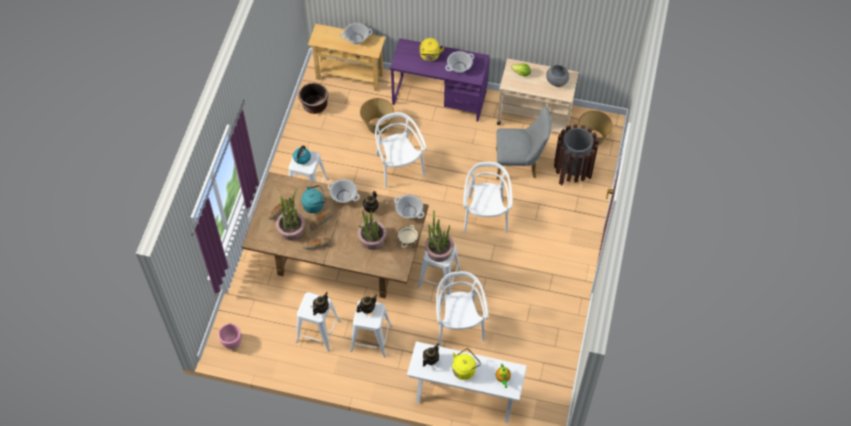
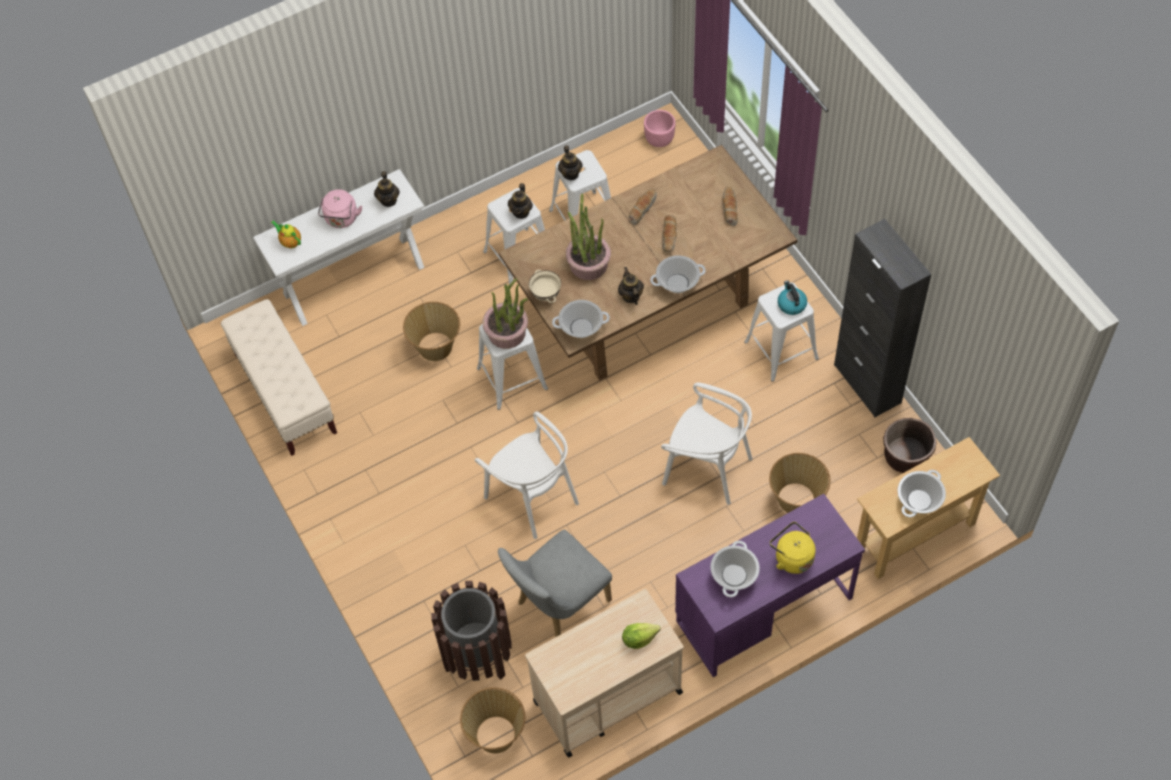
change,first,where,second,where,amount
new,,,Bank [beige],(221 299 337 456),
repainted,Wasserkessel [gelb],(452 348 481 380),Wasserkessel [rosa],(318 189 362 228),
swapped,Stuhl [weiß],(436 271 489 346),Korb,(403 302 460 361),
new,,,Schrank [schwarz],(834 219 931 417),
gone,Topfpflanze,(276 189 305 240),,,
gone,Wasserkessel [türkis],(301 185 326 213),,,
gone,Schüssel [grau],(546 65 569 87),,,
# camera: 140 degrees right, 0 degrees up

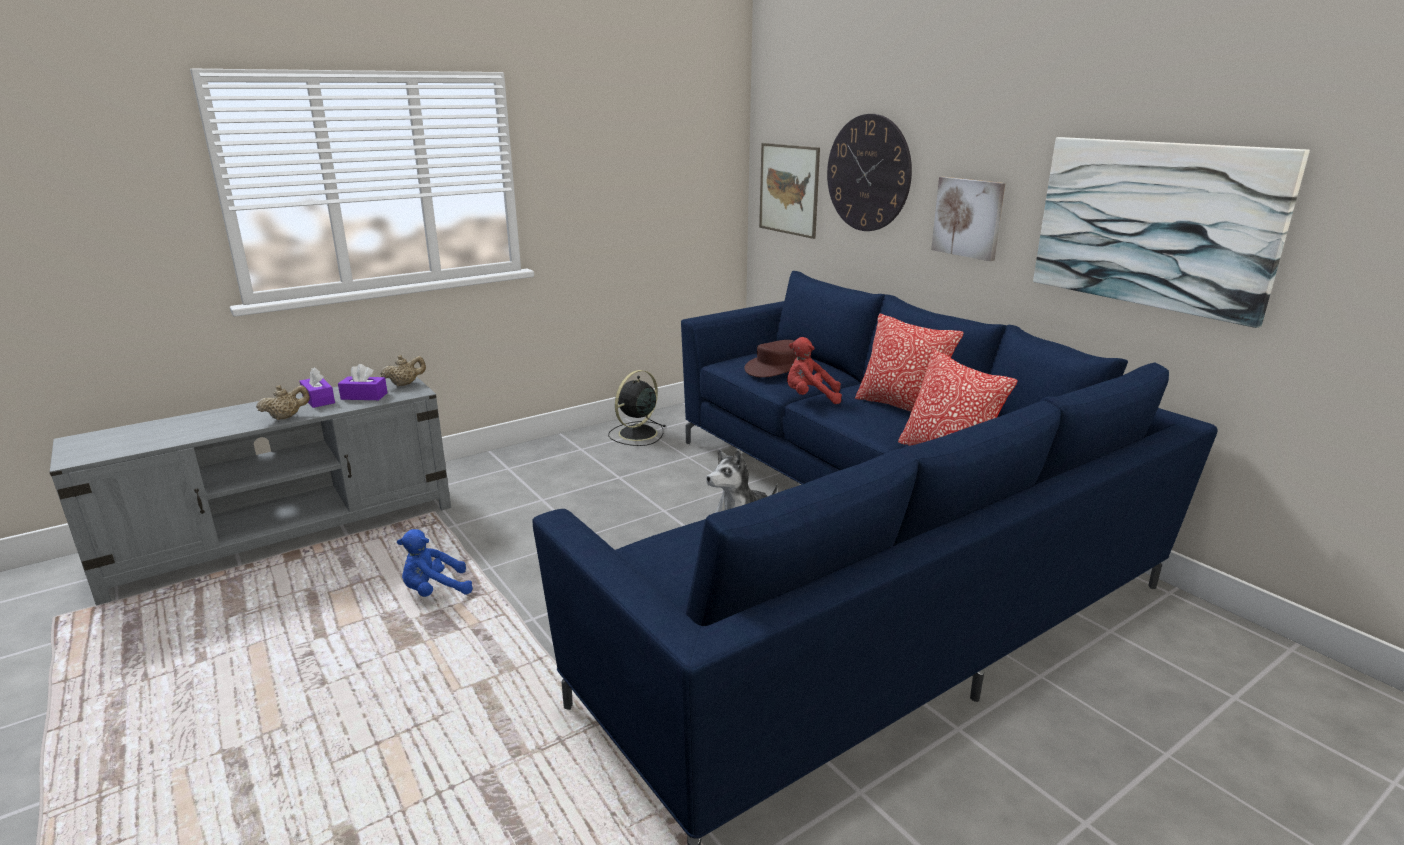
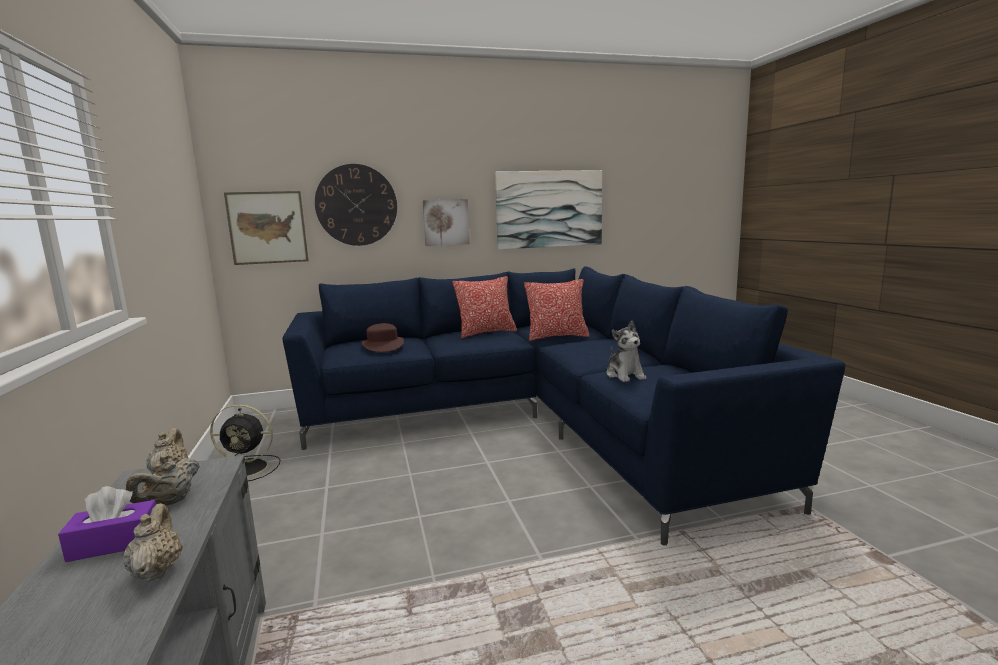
change,first,where,second,where,amount
swapped,Taschentuchbox [lila],(338 364 388 400),Teekanne [beige],(126 455 200 506),
rotated,Ventilator [schwarz],(608 370 666 446),,(210 404 280 481),60 degrees counterclockwise
gone,Plüschtier [blau],(397 529 473 597),,,
gone,Plüschtier [rot],(787 337 842 404),,,
# camera: 70 degrees left, 10 degrees down

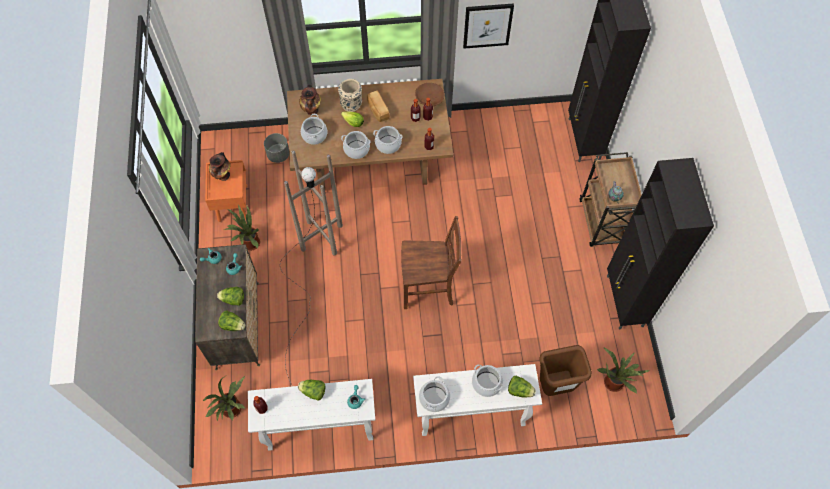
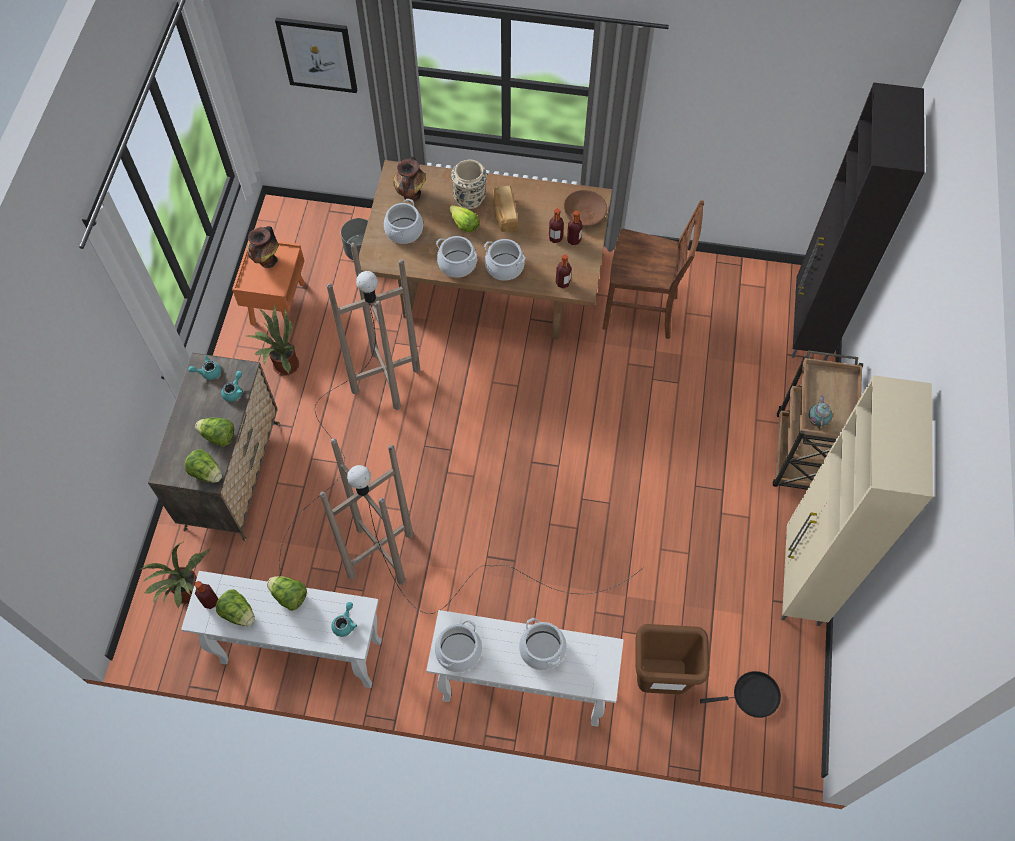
change,first,where,second,where,amount
shifted,Salatkopf,(508 376 536 398),,(216 589 255 626),
shifted,Bild,(463 3 514 49),,(275 17 357 93),
new,,,Stehlampe [braun],(320 439 643 614),
shifted,Stuhl [braun],(401 216 462 309),,(602 201 704 339),
swapped,Topfpflanze,(597 347 651 394),Pfanne [schwarz],(700 671 781 718),
repainted,Schrank [schwarz],(607 158 714 329),Schrank [beige],(781 375 933 626),
# camera: 15 degrees right, 0 degrees up

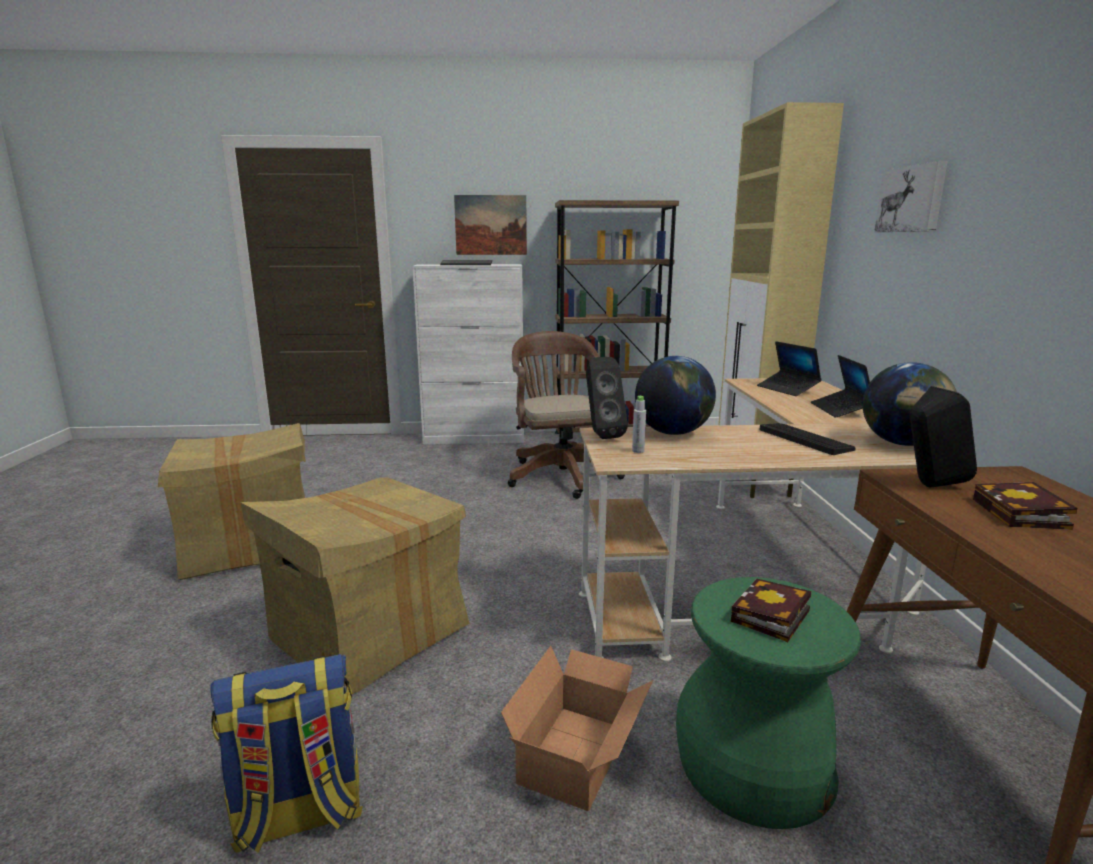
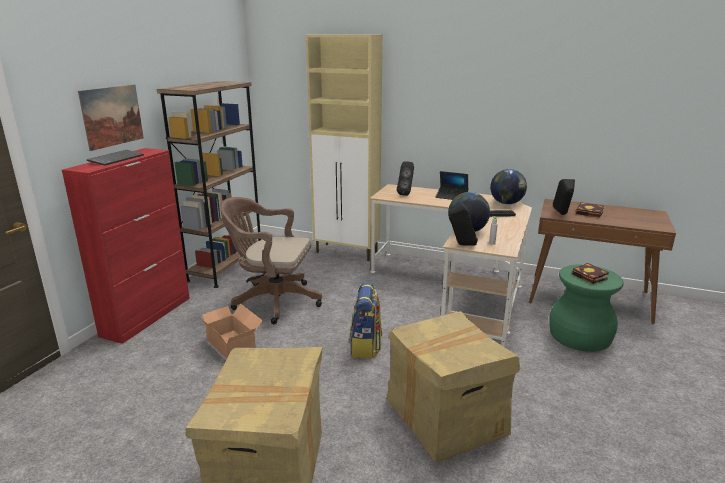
change,first,where,second,where,amount
repainted,Schrank [weiß],(412 264 524 444),Schrank [rot],(62 148 190 344),
shifted,Karton,(501 646 653 811),,(199 304 263 359),
shifted,Rucksack,(210 654 363 853),,(349 282 382 358),
swapped,Laptop,(757 341 822 396),Lautsprecher [schwarz],(397 161 414 196),
gone,Bild,(874 161 948 232),,,
# camera: 65 degrees left, 5 degrees up

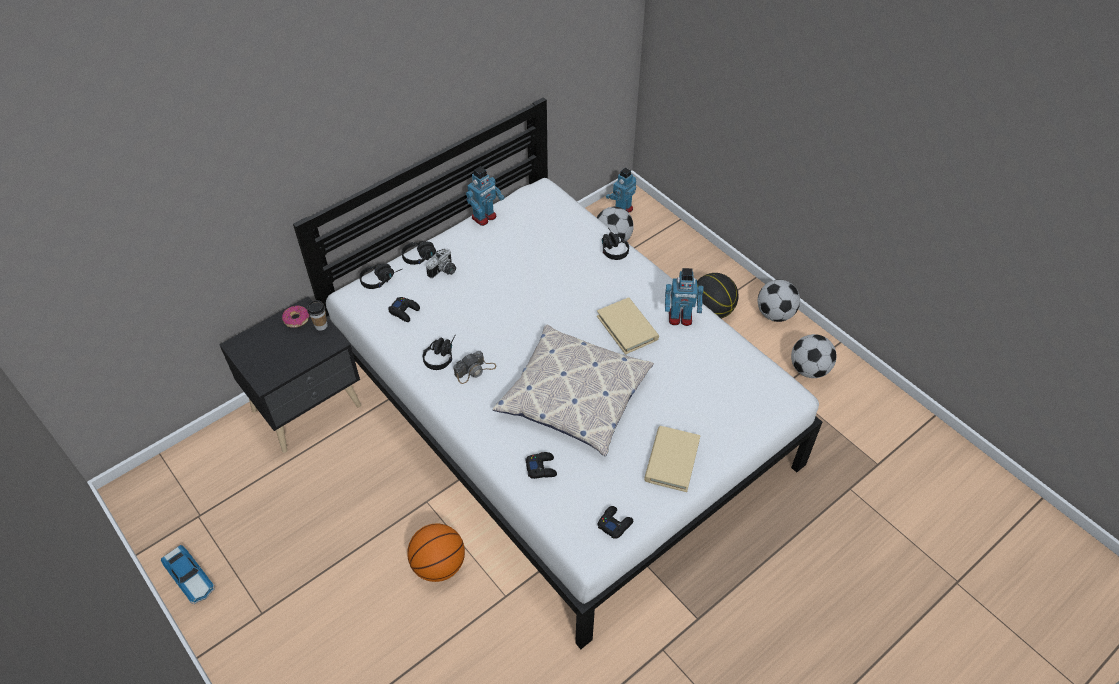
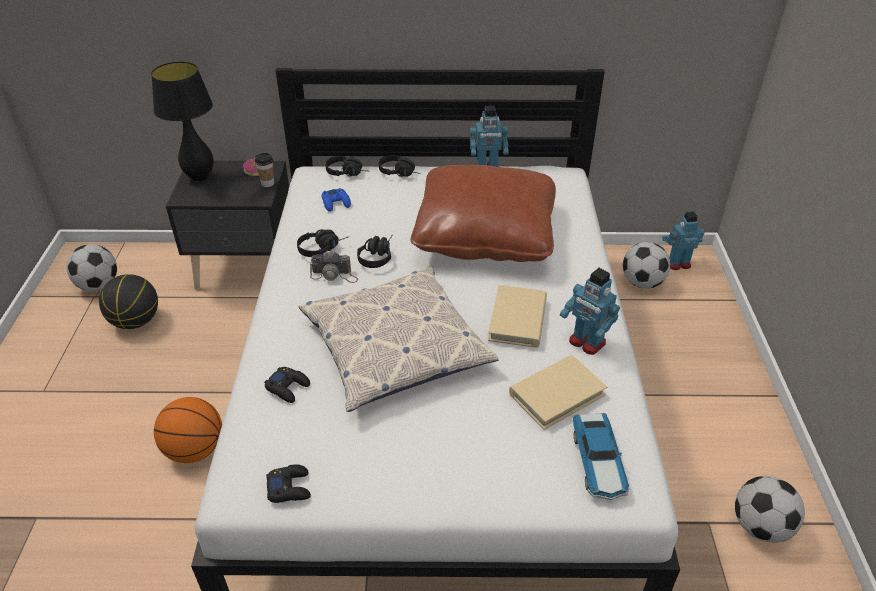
change,first,where,second,where,amount
shifted,Fußball,(758 280 800 322),,(66 244 117 291),
shifted,Basketball,(697 273 739 319),,(99 274 158 329),
new,,,Tischlampe [schwarz],(151 62 214 181),
repainted,Gamepad [schwarz],(388 297 420 322),Gamepad [blau],(322 188 351 212),
shifted,Kopfhörer [schwarz],(602 228 629 260),,(357 235 392 268),
new,,,Kissen [braun],(411 165 556 262),
shifted,Buch [beige],(644 426 701 492),,(509 355 607 430),
shifted,Spielzeugauto,(161 545 215 604),,(572 413 629 500),
gone,Kamera,(426 248 456 278),,,
# camera: 40 degrees right, 10 degrees down

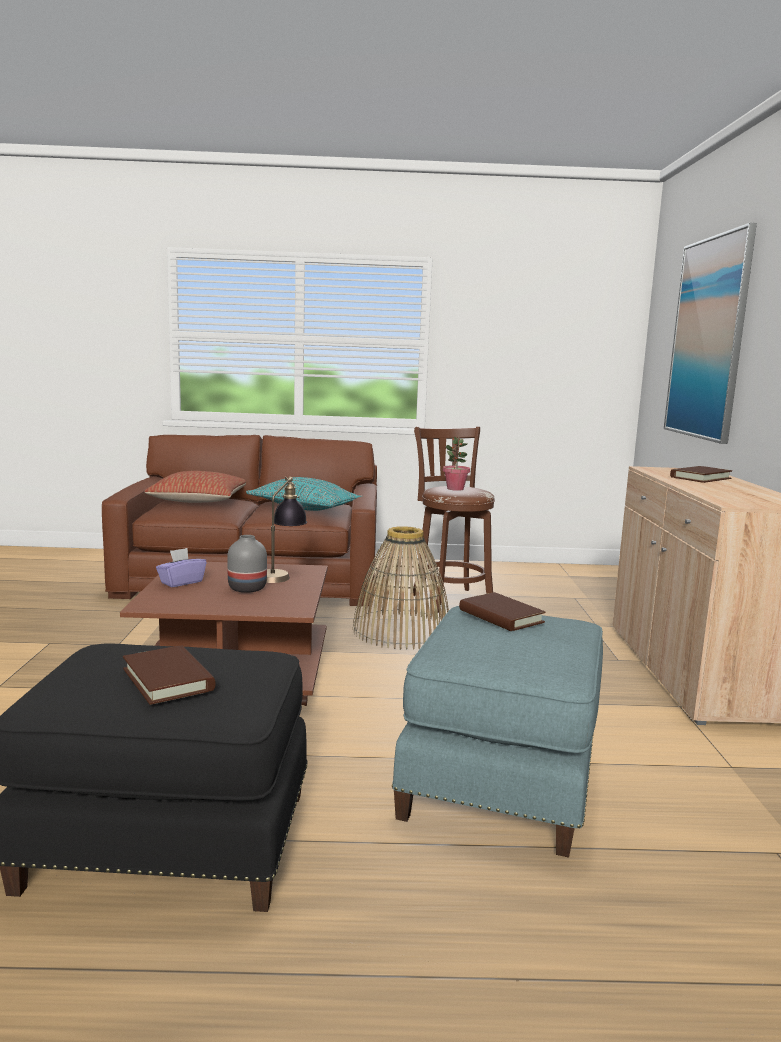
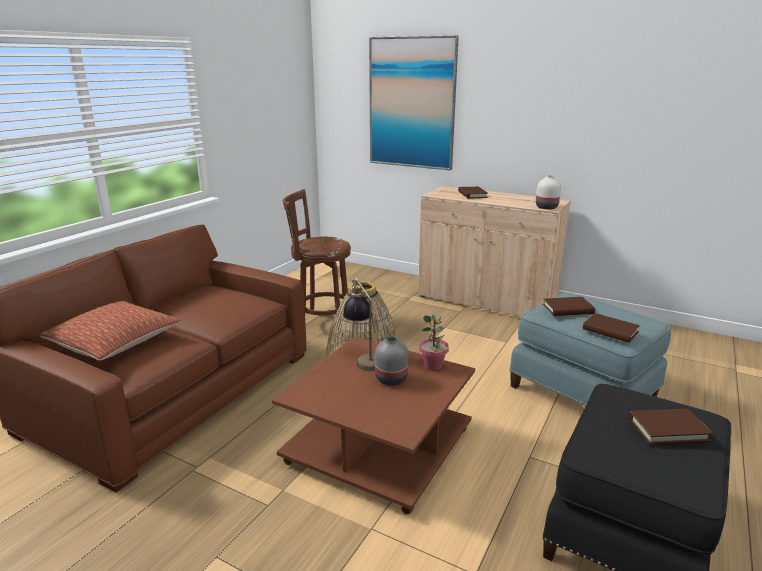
change,first,where,second,where,amount
shifted,Topfpflanze,(443 437 470 491),,(419 315 449 371),
new,,,Vase [weiß],(536 175 561 209),
new,,,Buch [braun],(583 313 640 343),
gone,Taschentuchbox [lila],(156 548 207 587),,,
gone,Kissen [türkis],(246 477 361 511),,,
# camera: 60 degrees left, 10 degrees up

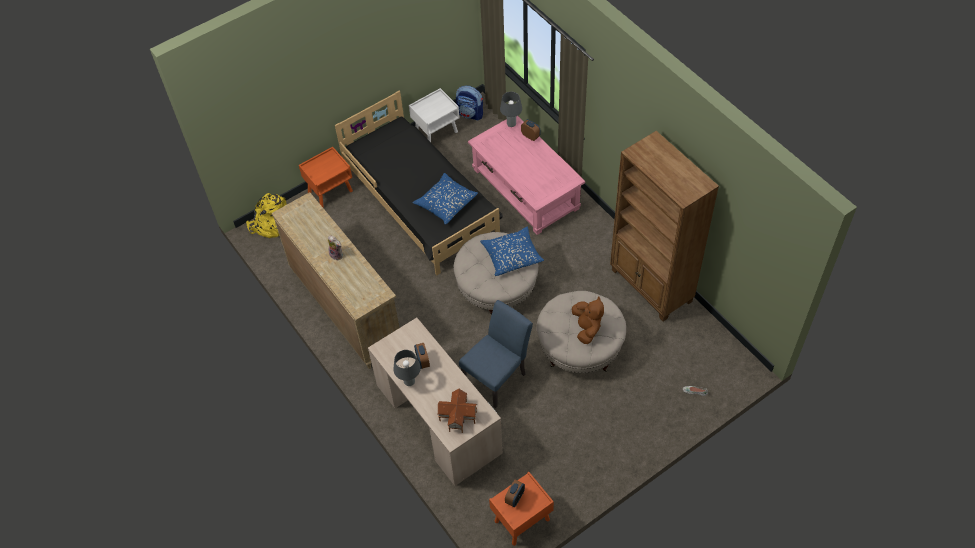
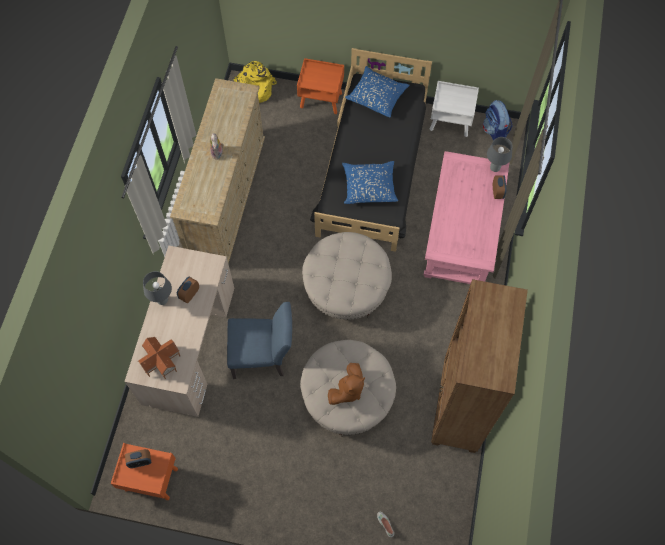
change,first,where,second,where,amount
shifted,Kissen [blau],(480 227 544 276),,(345 66 410 117),
# camera: 45 degrees right, 10 degrees up

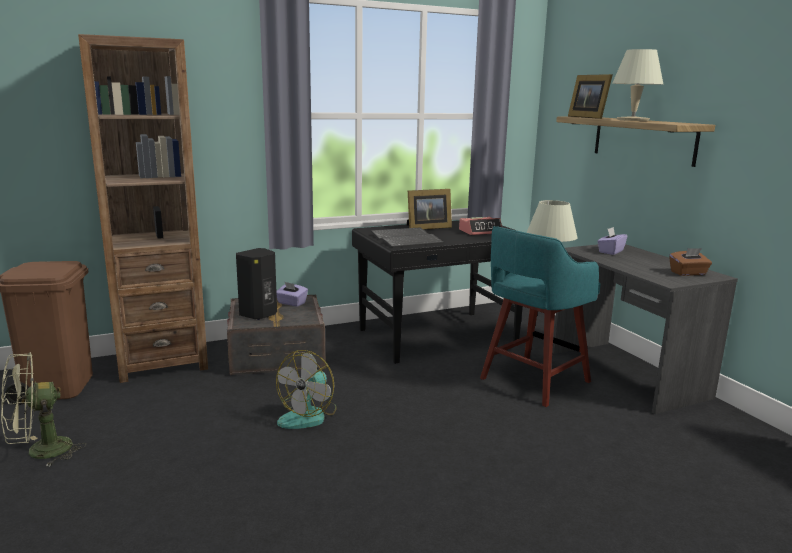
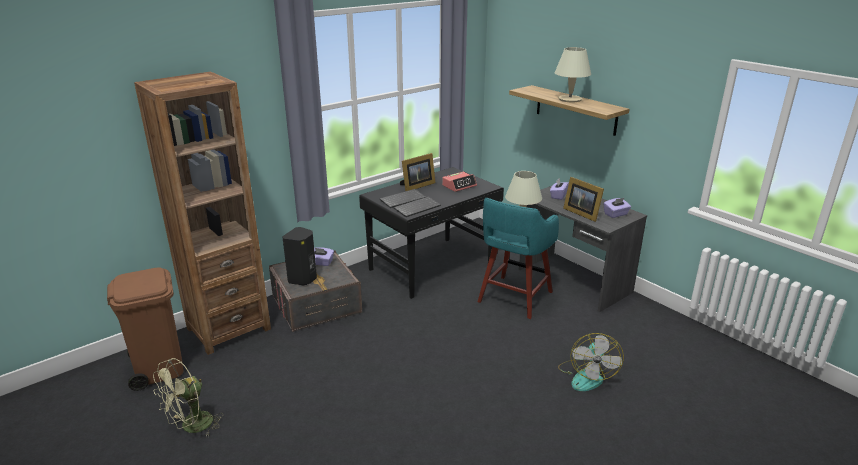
change,first,where,second,where,amount
shifted,Ventilator,(276 350 337 429),,(558 333 624 391),
shifted,Bilderrahmen,(568 74 612 119),,(563 177 604 222),
repainted,Taschentuchbox [braun],(669 248 712 276),Taschentuchbox [lila],(603 198 631 218),
# camera: 15 degrees left, 10 degrees up

